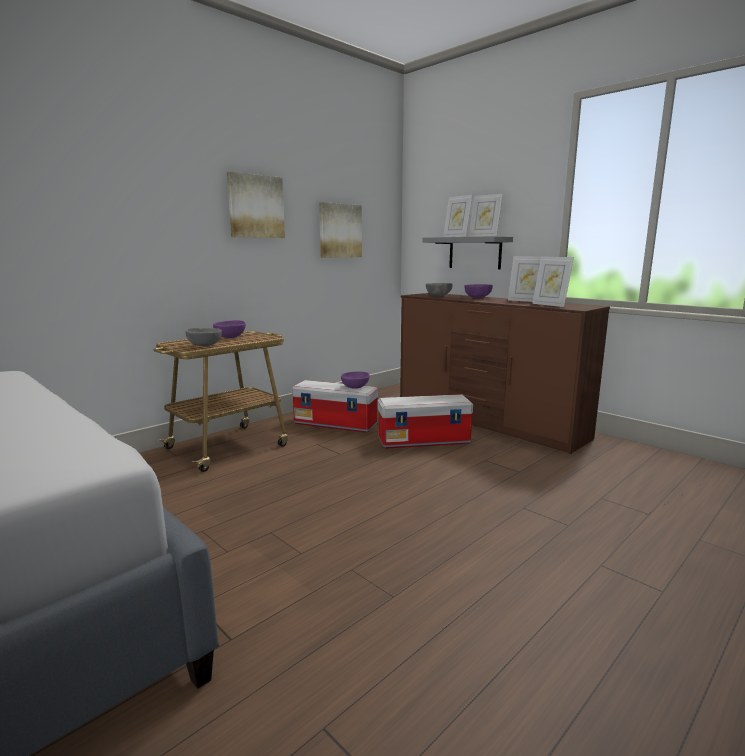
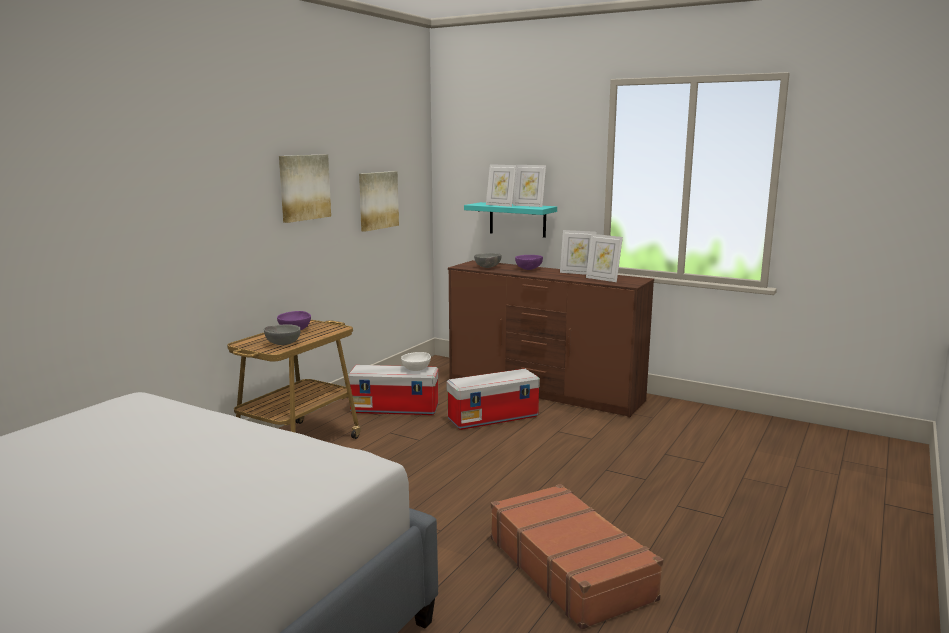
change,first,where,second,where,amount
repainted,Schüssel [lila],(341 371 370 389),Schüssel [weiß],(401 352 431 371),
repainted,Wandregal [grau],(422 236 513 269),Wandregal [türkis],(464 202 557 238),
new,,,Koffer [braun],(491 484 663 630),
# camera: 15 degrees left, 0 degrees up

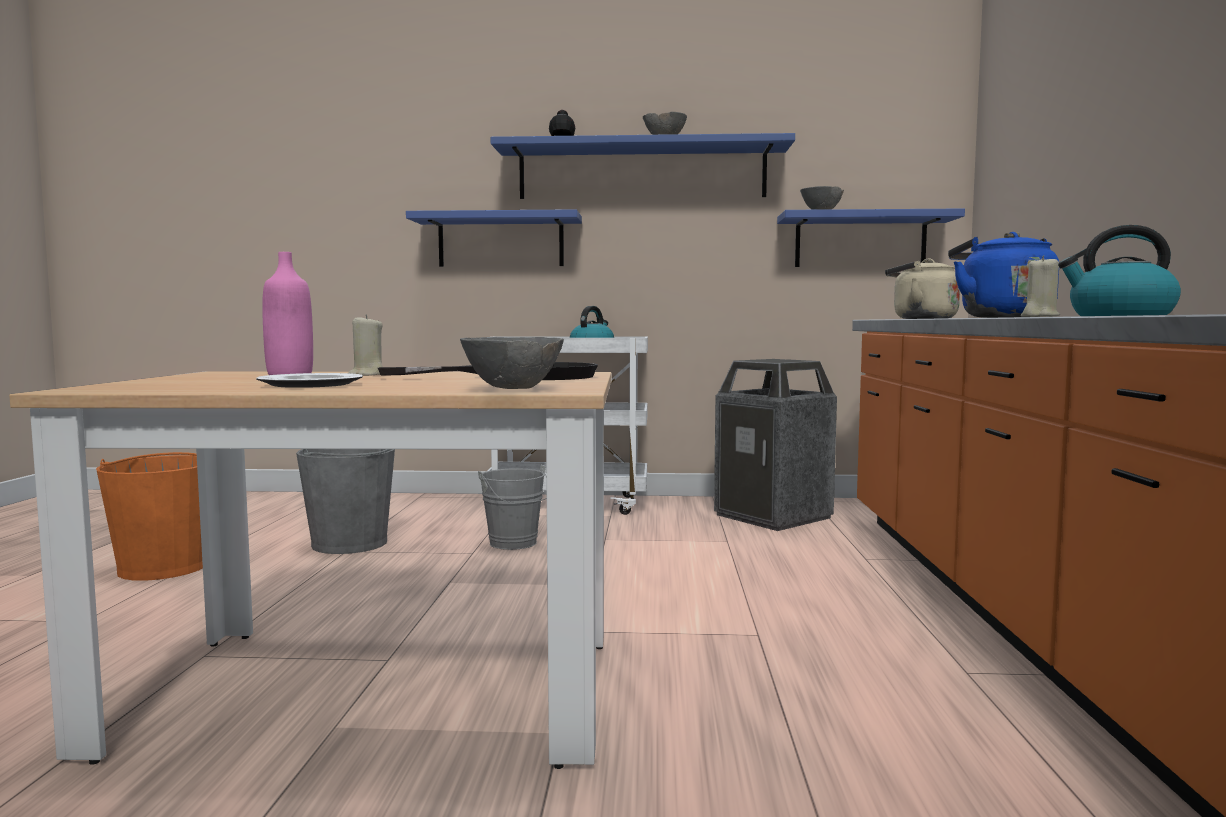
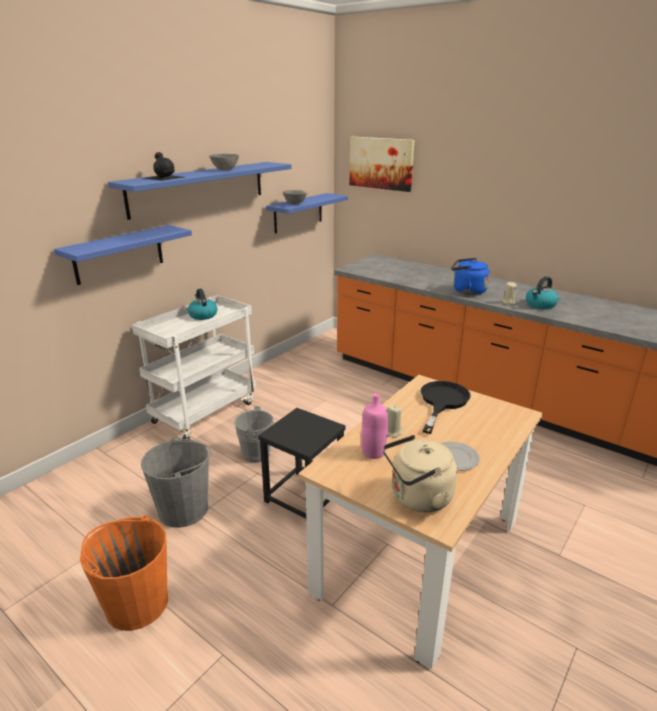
change,first,where,second,where,amount
new,,,Hocker [schwarz],(258 408 346 518),
new,,,Bild,(349 137 414 192),
shifted,Wasserkessel [beige],(885 259 960 319),,(383 435 457 512),
gone,Schüssel [grau],(460 337 564 389),,,
gone,Mülleimer,(714 359 837 531),,,
# camera: 55 degrees left, 20 degrees up

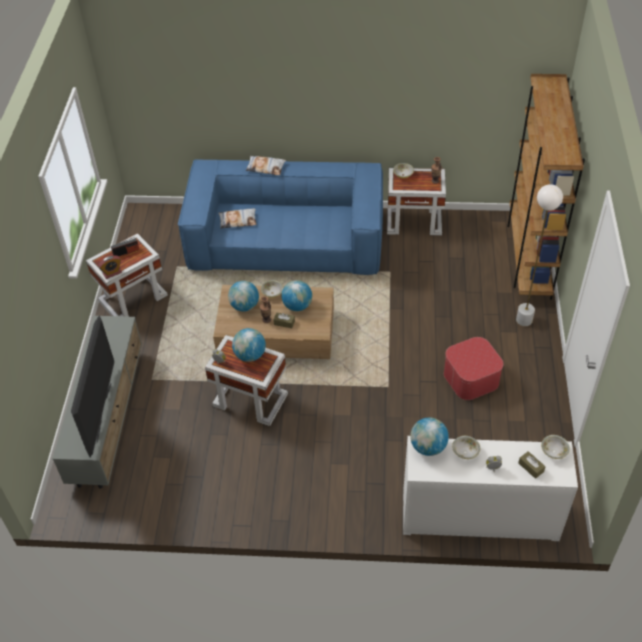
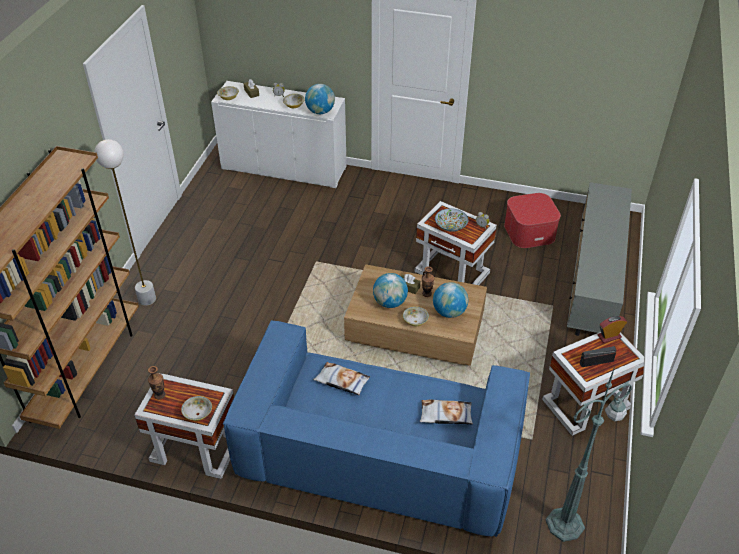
change,first,where,second,where,amount
shifted,Kissen,(246 156 286 175),,(313 362 370 395),
swapped,Globus,(232 328 266 362),Schüssel,(435 208 469 232),
shifted,Polsterhocker,(444 337 504 400),,(504 193 561 248),
new,,,Stehlampe [grün],(546 367 632 542),
gone,Fernseher,(71 315 114 457),,,
# camera: 170 degrees left, 5 degrees down

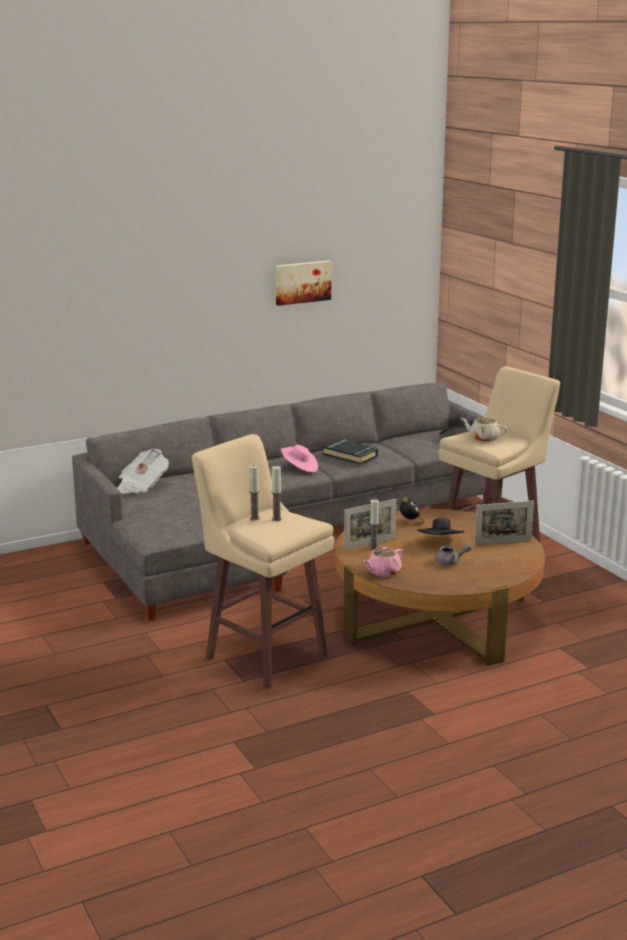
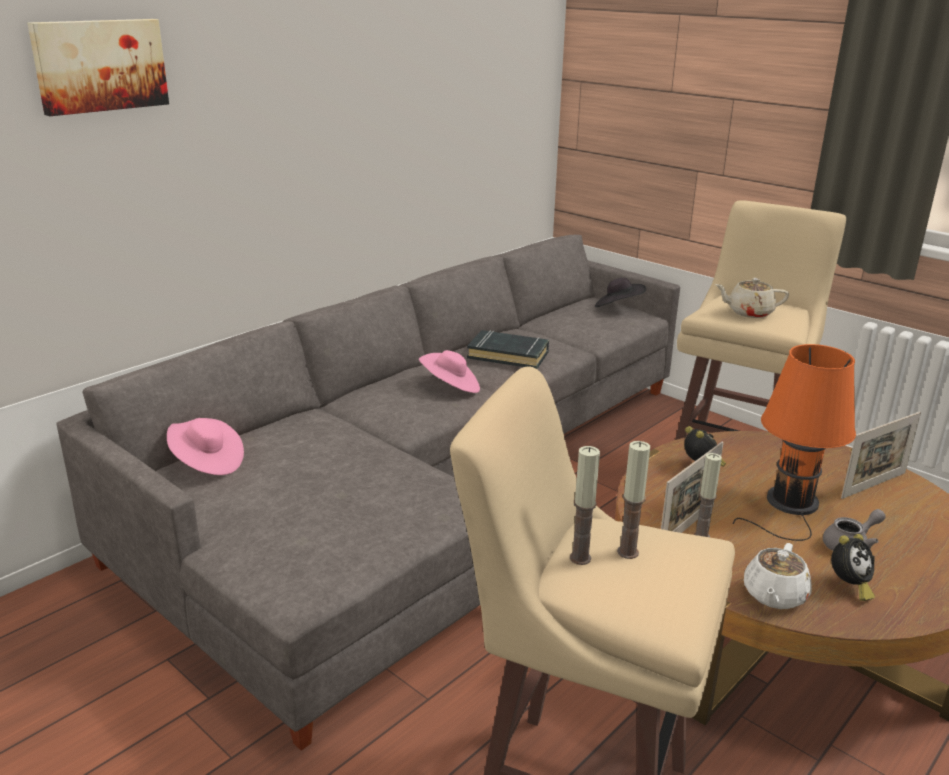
change,first,where,second,where,amount
shifted,Bild,(276 260 331 306),,(27 19 169 116),
swapped,Zeitung,(117 449 169 493),Hut [rosa],(167 418 244 475),
swapped,Hut [schwarz],(417 518 465 535),Tischlampe [orange],(733 344 856 541),
repainted,Teekanne [rosa],(363 547 403 577),Teekanne [weiß],(744 543 812 609),
new,,,Wecker,(831 534 875 601),
# camera: 20 degrees left, 5 degrees up

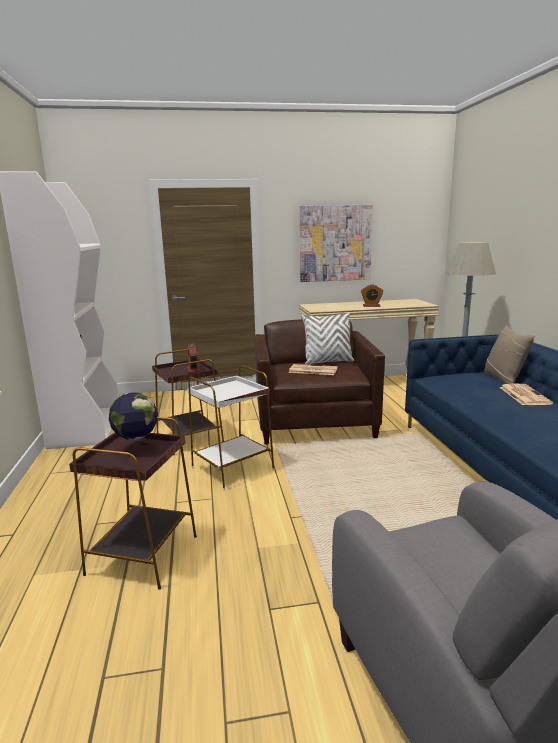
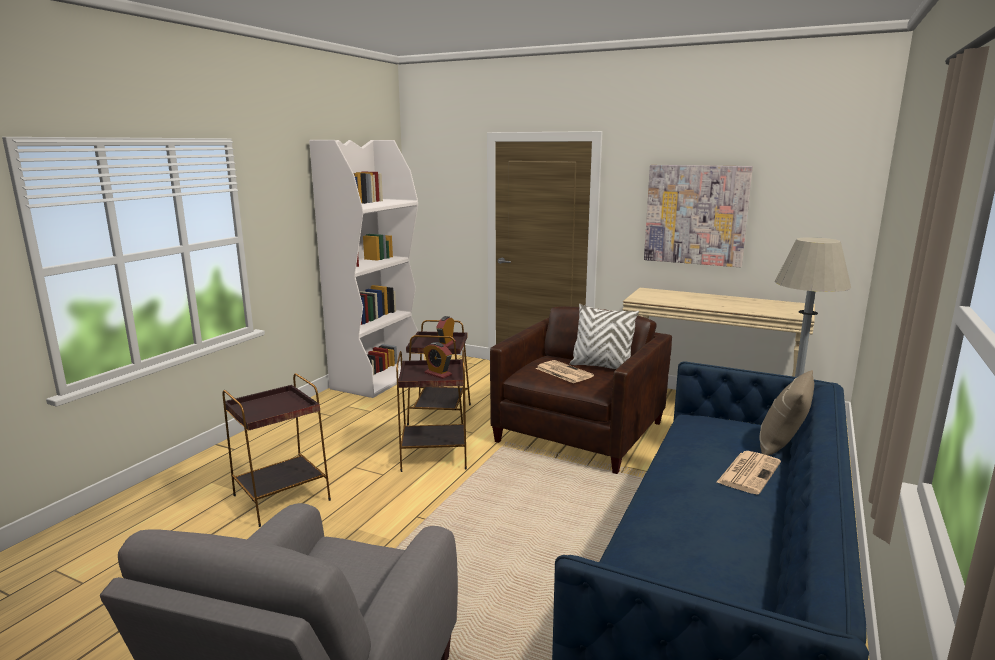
change,first,where,second,where,amount
repainted,Beistelltisch [weiß],(188 365 274 491),Beistelltisch [braun],(396 350 467 472),
shifted,Wecker,(361 285 383 307),,(423 342 452 379),
gone,Globus,(109 392 158 458),,,
# camera: 35 degrees right, 0 degrees up

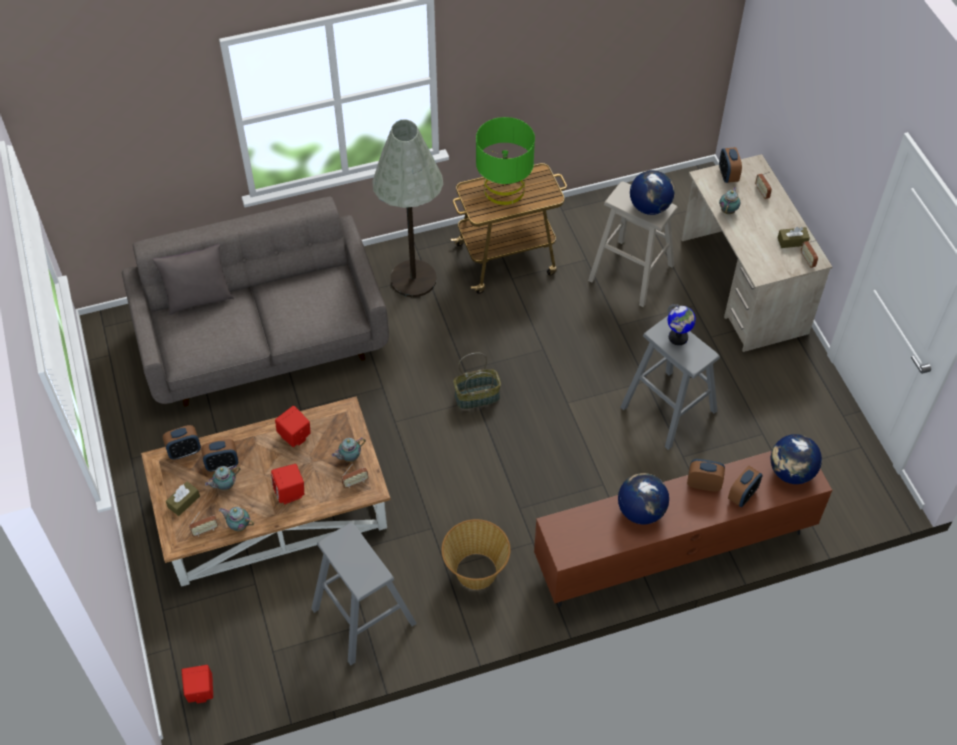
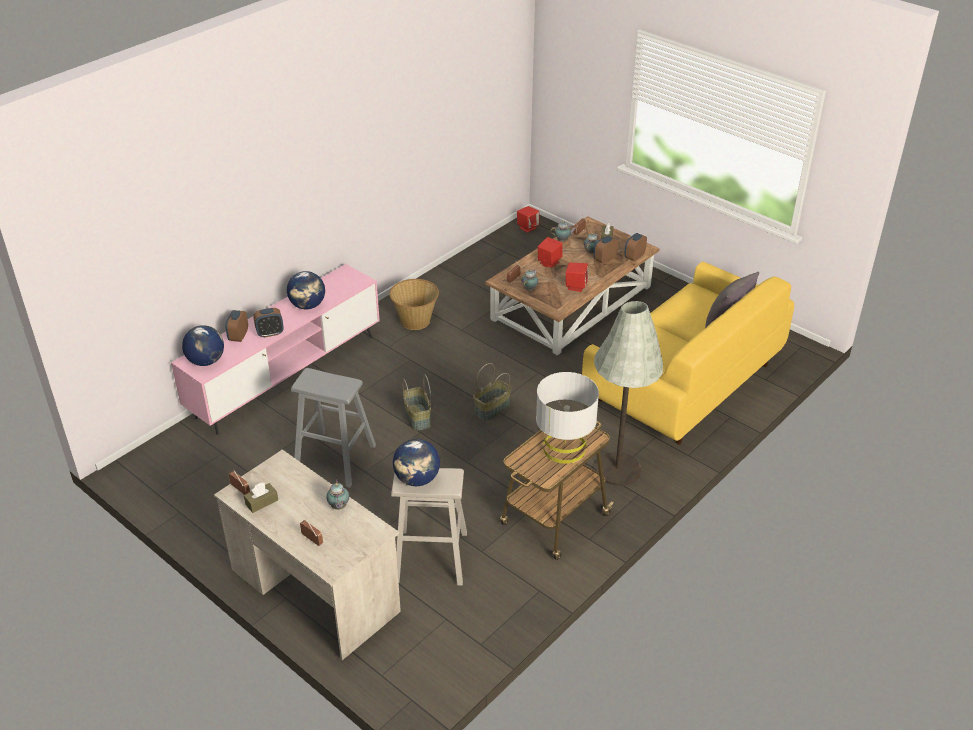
change,first,where,second,where,amount
repainted,Fernsehschrank [braun],(534 451 832 607),Fernsehschrank [rosa],(171 264 380 435),
new,,,Korb,(402 374 431 431),
repainted,Tischlampe [grün],(476 117 535 205),Tischlampe [grau],(536 372 599 464),
repainted,Sofa [grau],(122 196 389 407),Sofa [gelb],(582 261 794 445),
gone,Hocker [grau],(311 522 417 665),,,
gone,Globus,(667 304 696 345),,,
gone,Wecker,(719 147 742 183),,,
# camera: 150 degrees right, 15 degrees down

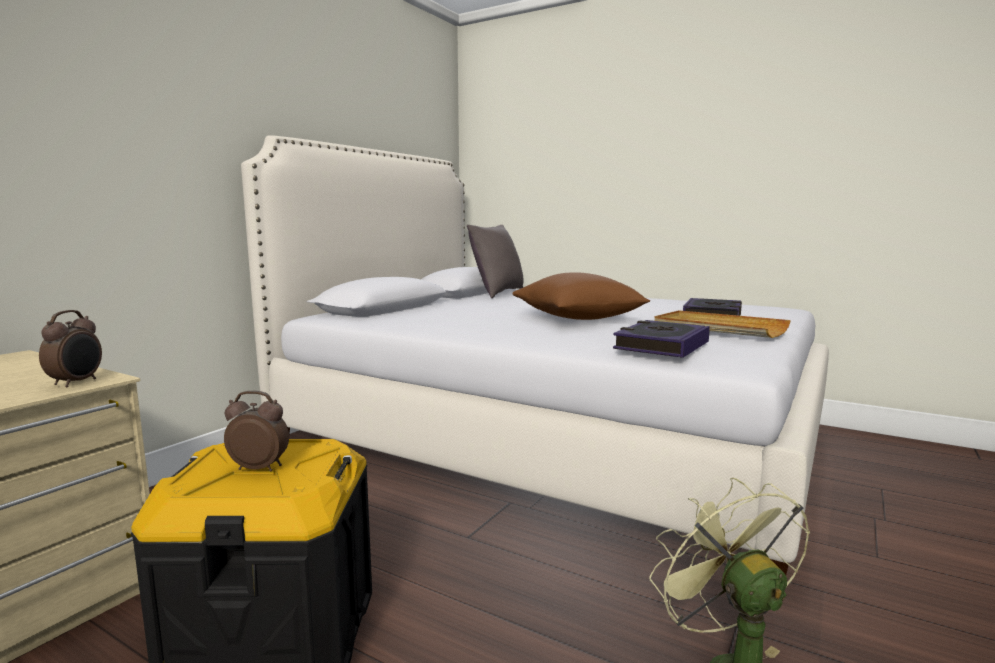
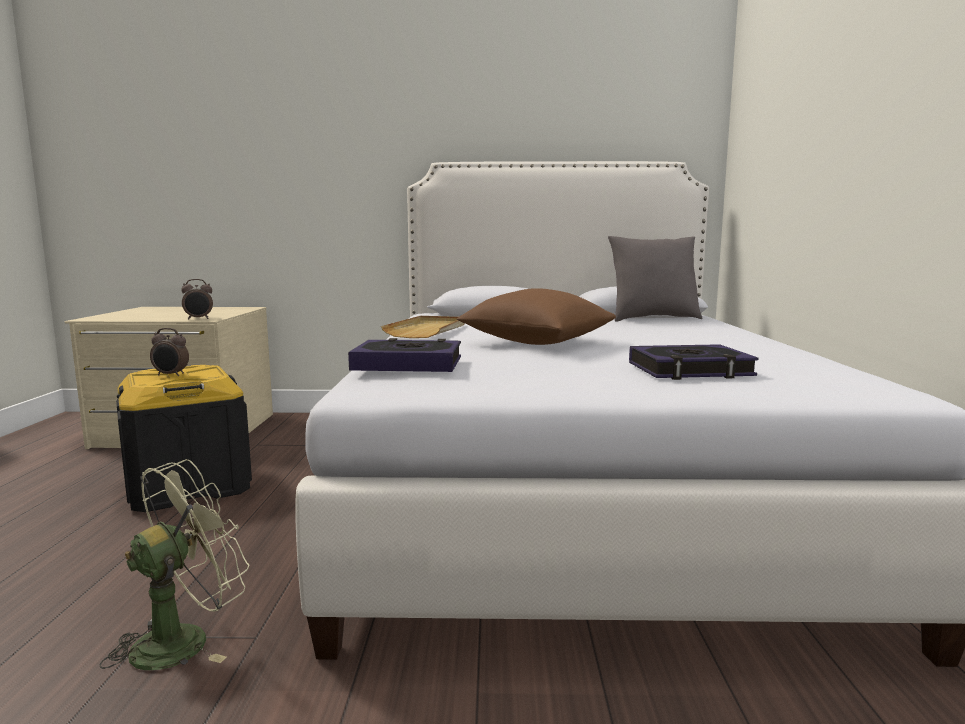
change,first,where,second,where,amount
rotated,Wecker,(224 391 289 471),,(150 328 189 376),120 degrees clockwise
shifted,Tablett [beige],(654 310 791 338),,(381 316 465 338),
# camera: 60 degrees right, 0 degrees up

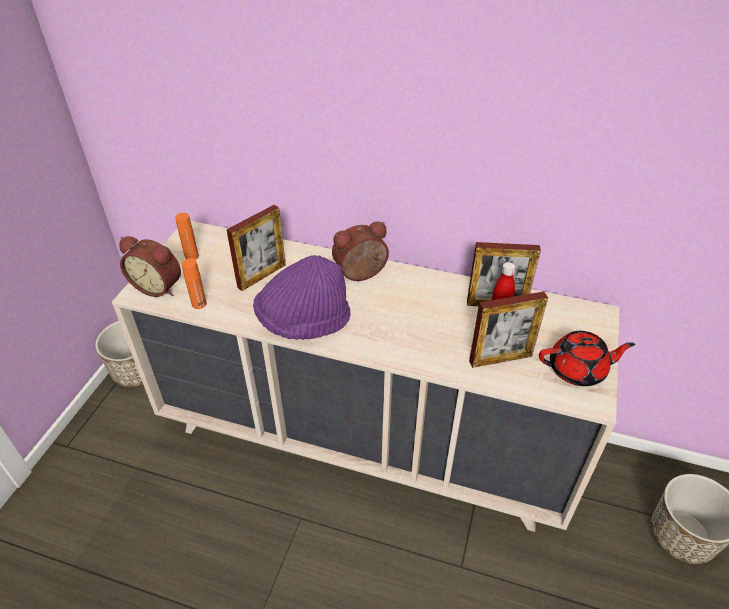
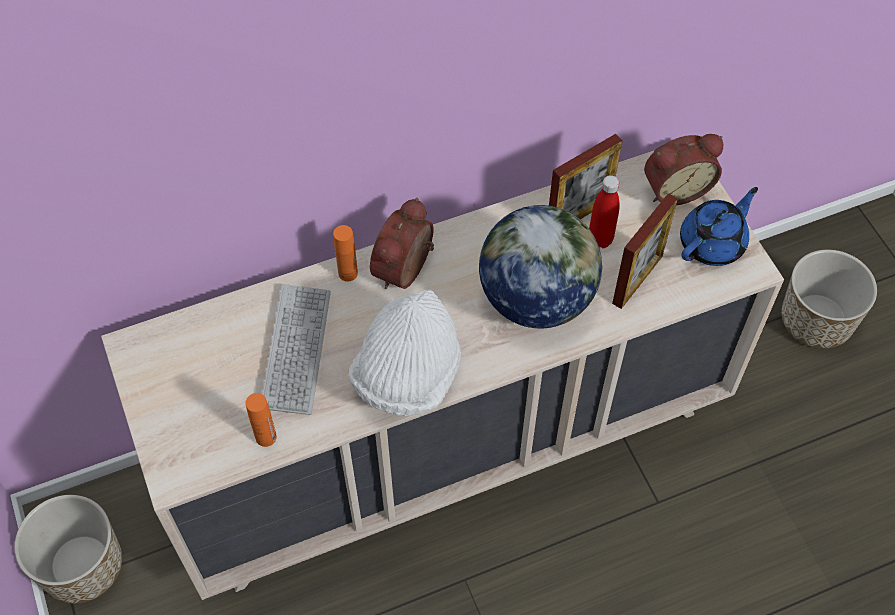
change,first,where,second,where,amount
swapped,Bilderrahmen,(226 205 286 291),Tastatur,(262 284 331 415),
shifted,Flasche [orange],(175 213 199 260),,(333 225 358 282),
repainted,Hut [lila],(253 255 351 340),Hut [weiß],(348 289 461 416),
new,,,Globus,(479 205 602 328),
shifted,Wecker,(119 236 181 297),,(644 134 723 205),
repainted,Teekanne [rot],(539 331 635 386),Teekanne [blau],(680 187 758 266),
# camera: 40 degrees left, 15 degrees up

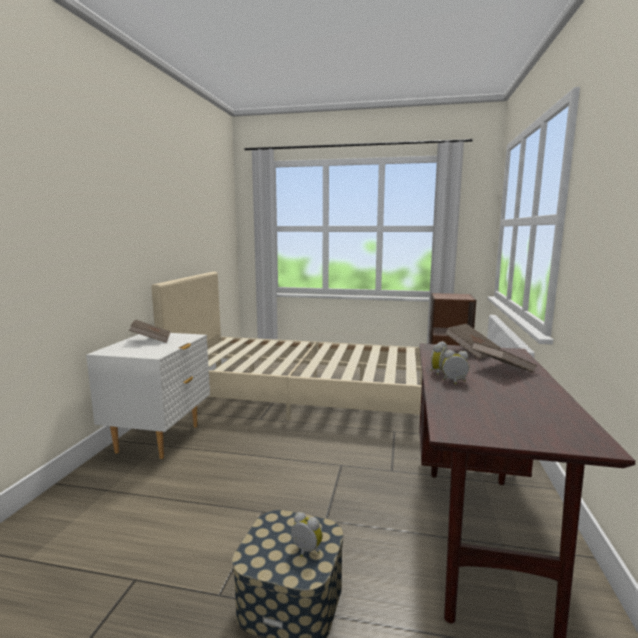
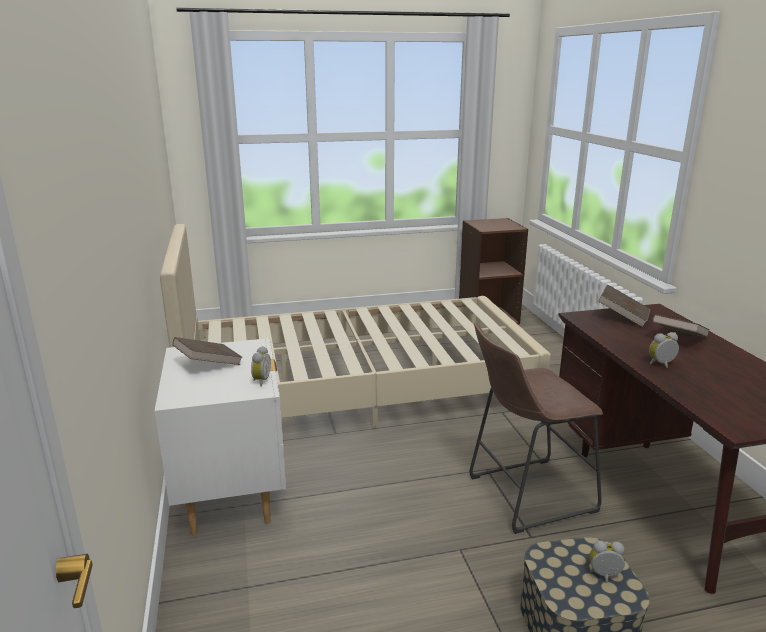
change,first,where,second,where,amount
shifted,Wecker,(431 341 448 375),,(251 346 271 386),
new,,,Hocker [braun],(469 323 603 534),
# camera: 25 degrees left, 10 degrees up

